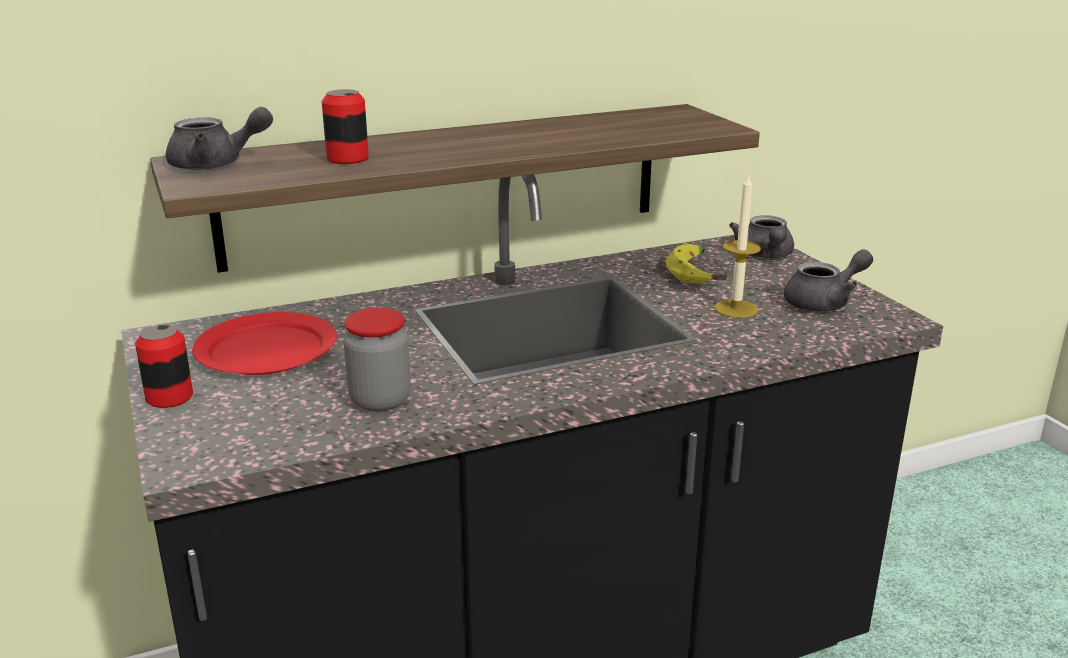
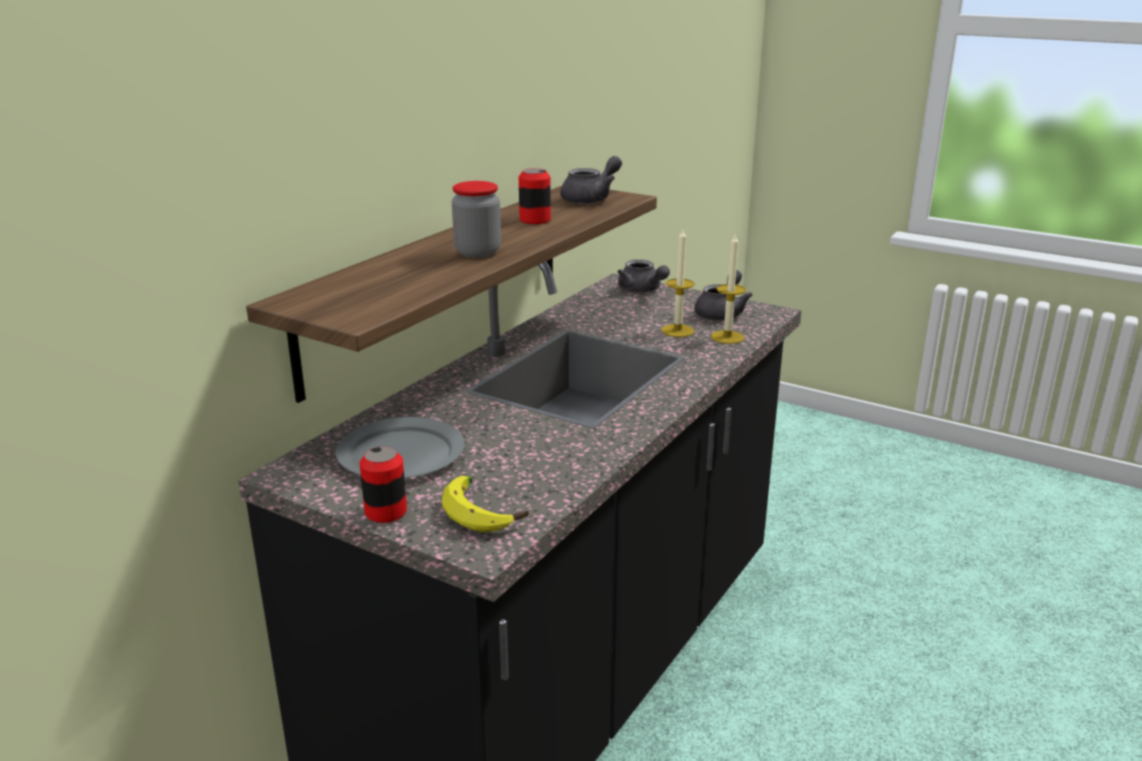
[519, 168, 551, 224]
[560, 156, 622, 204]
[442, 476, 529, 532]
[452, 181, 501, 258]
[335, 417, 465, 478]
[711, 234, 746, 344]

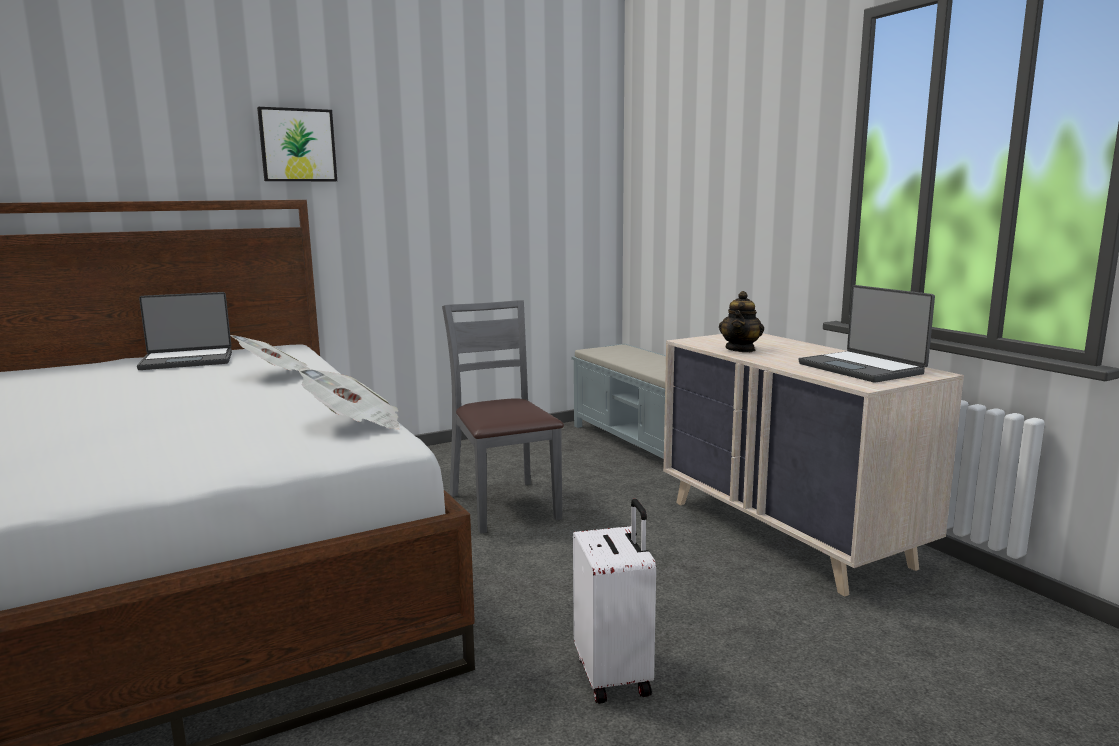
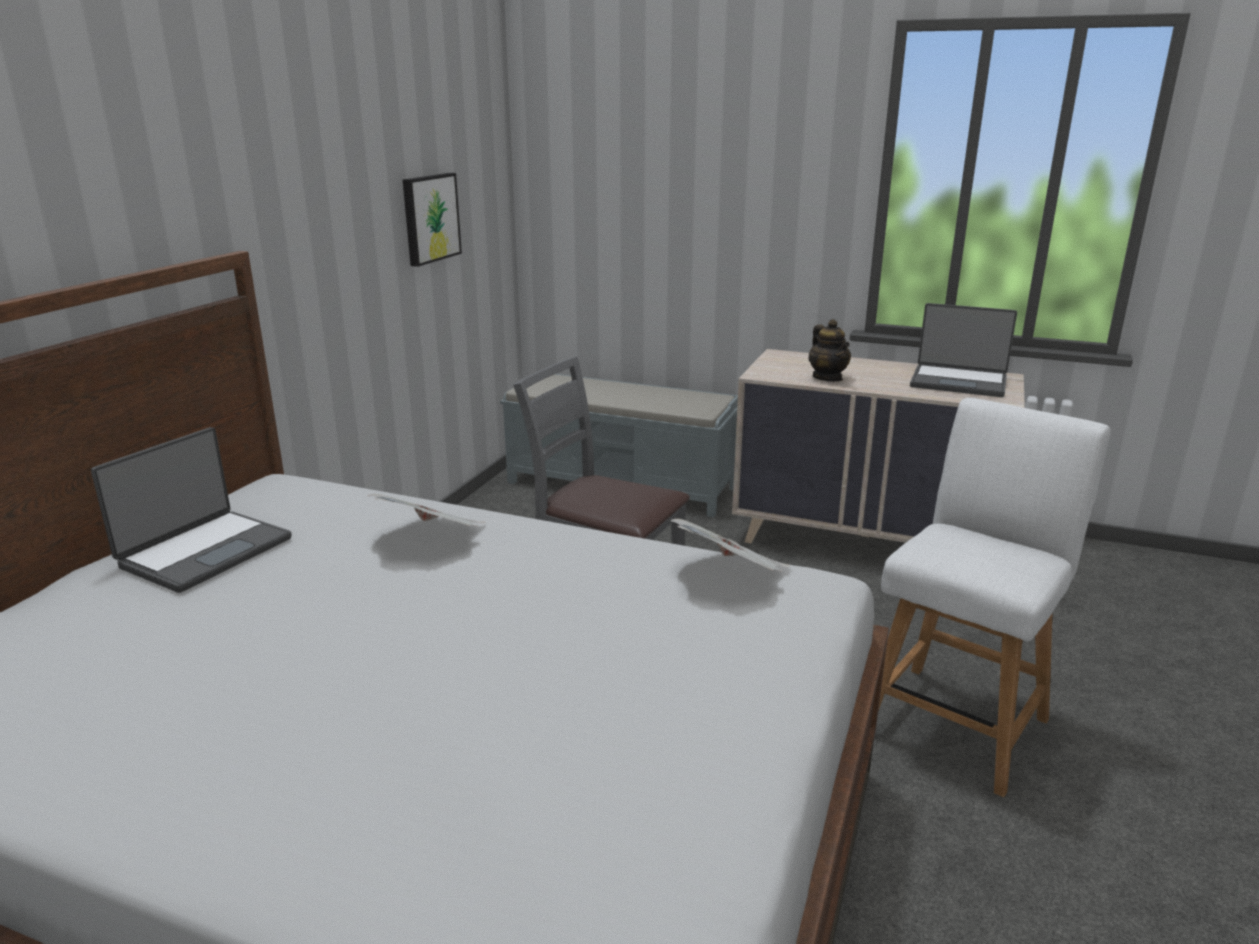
[403, 173, 462, 267]
[878, 398, 1110, 797]

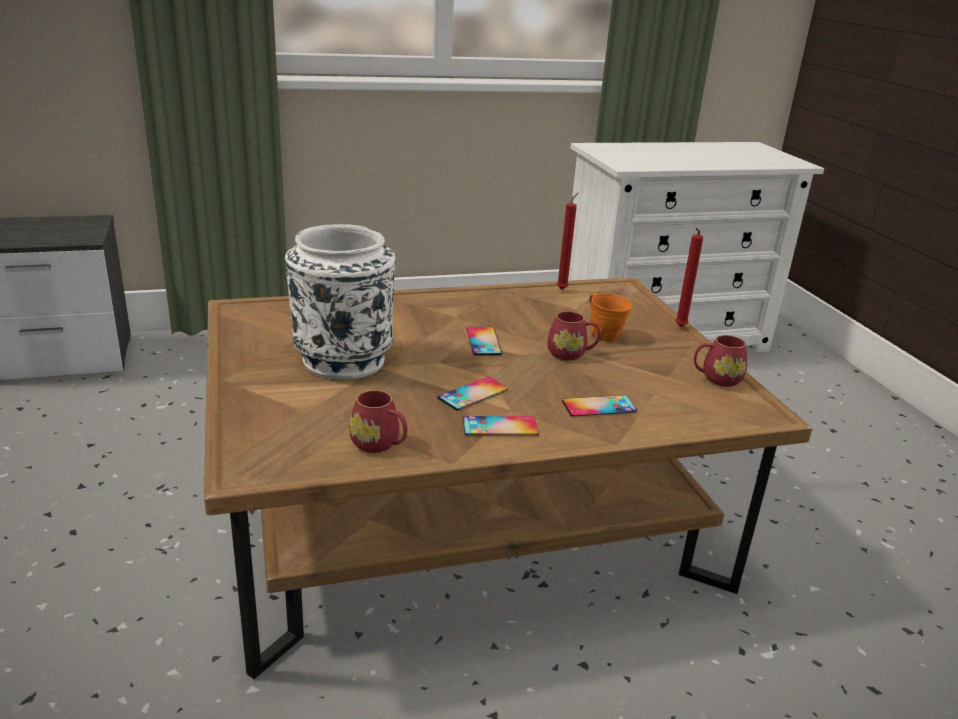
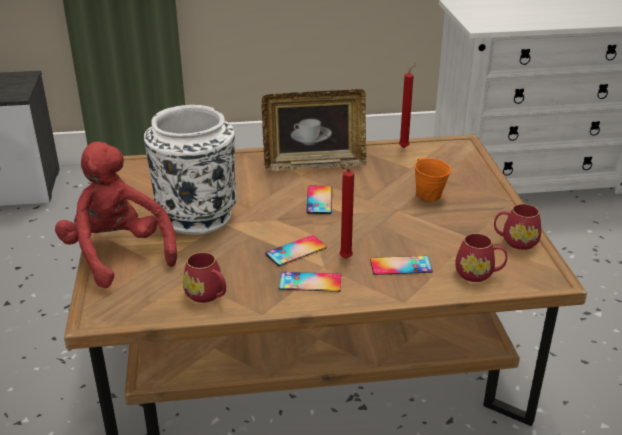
[340, 167, 354, 258]
[455, 233, 507, 282]
[261, 89, 367, 171]
[55, 141, 177, 288]

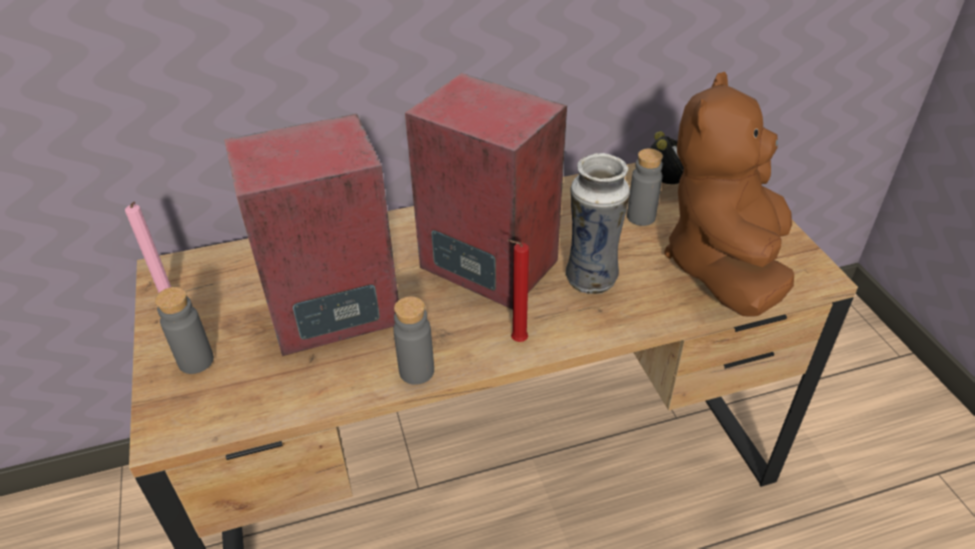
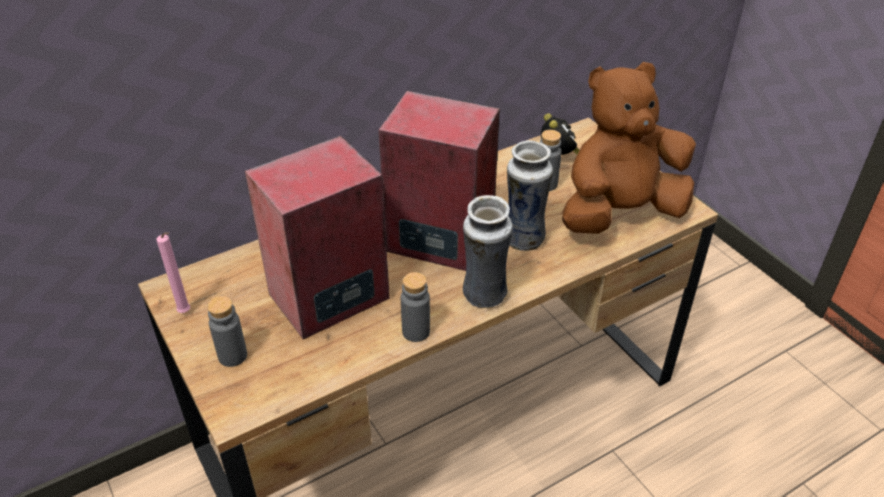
[562, 62, 696, 234]
[463, 195, 513, 308]

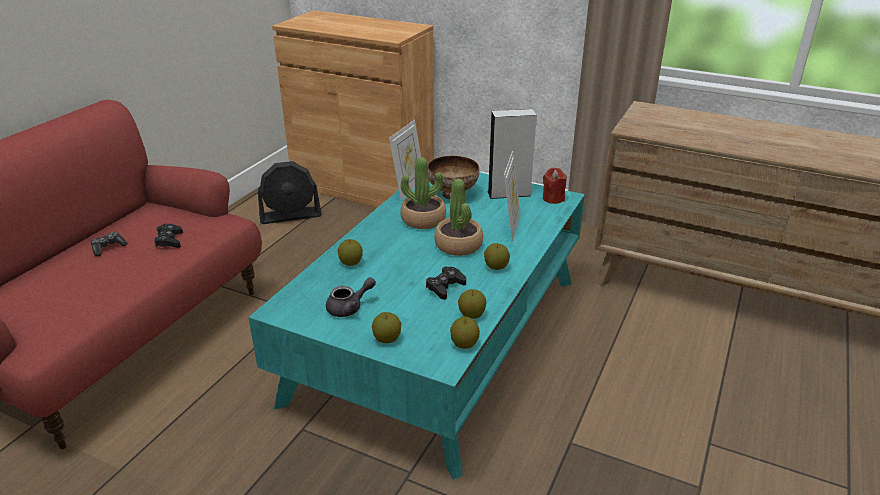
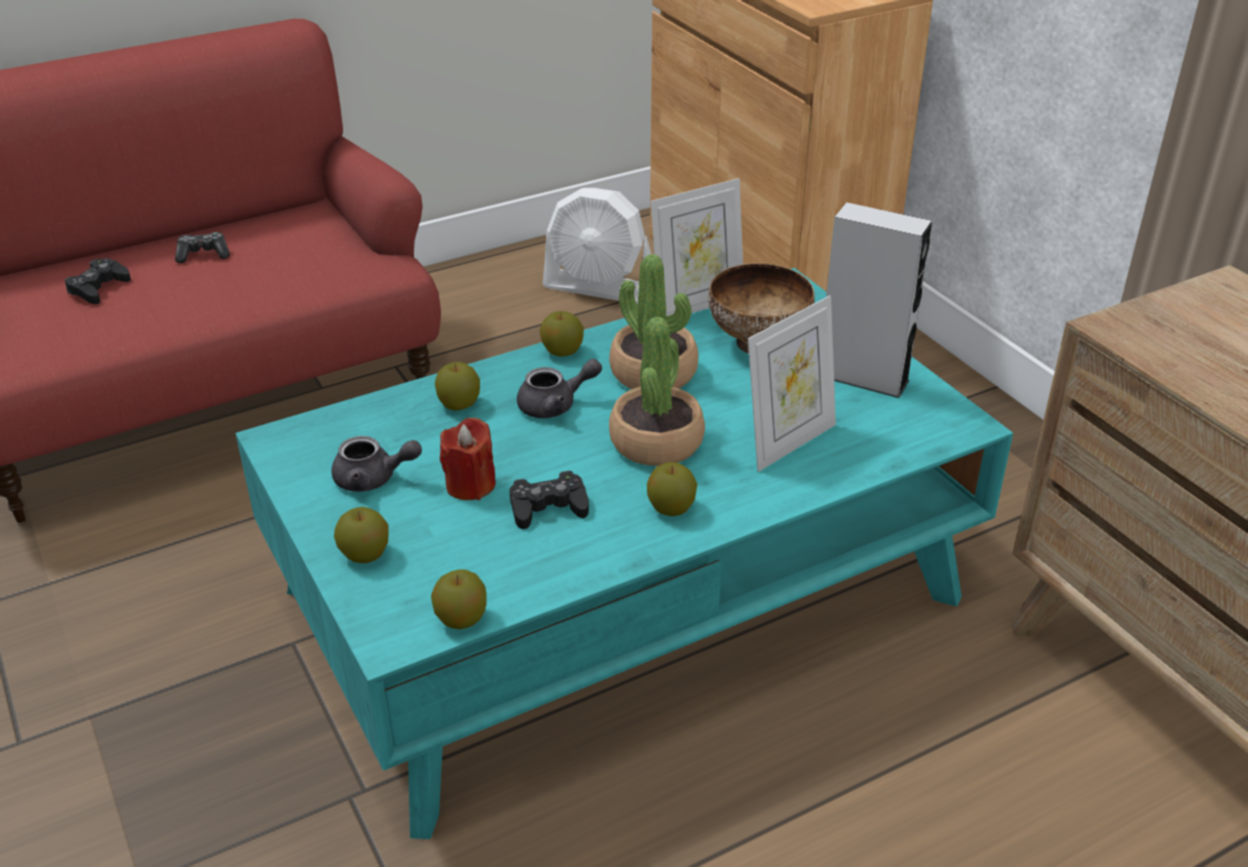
[542, 188, 651, 304]
[440, 418, 496, 500]
[65, 258, 131, 304]
[539, 311, 584, 357]
[517, 359, 602, 418]

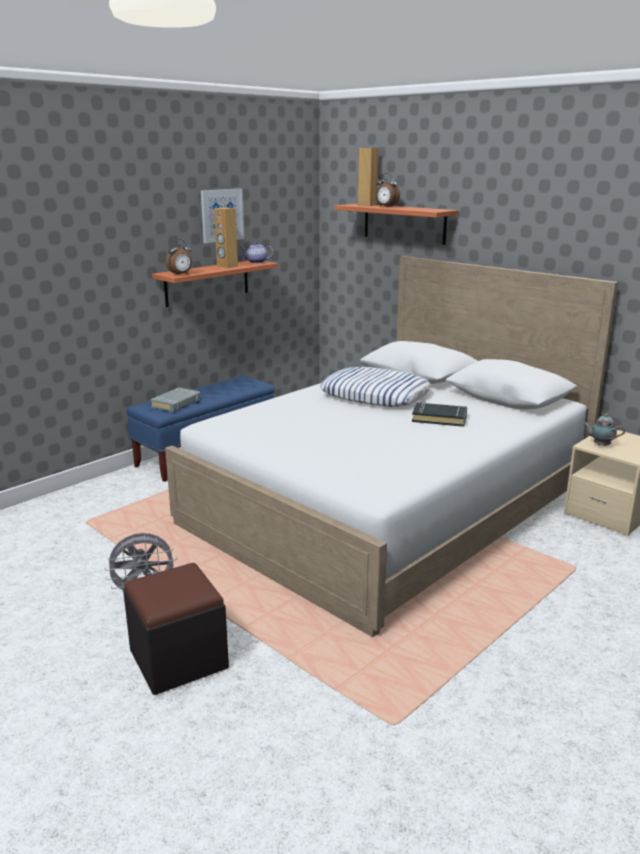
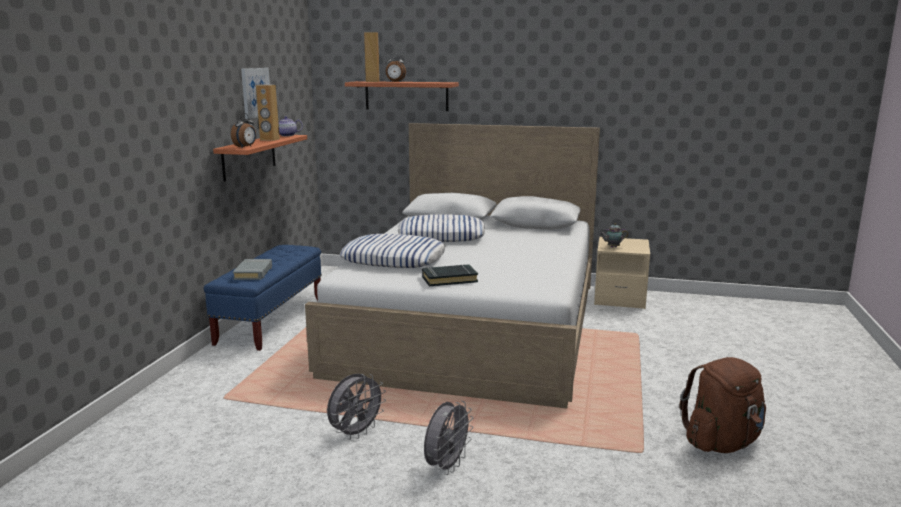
[422, 264, 478, 286]
[424, 401, 474, 475]
[340, 234, 445, 268]
[679, 357, 766, 453]

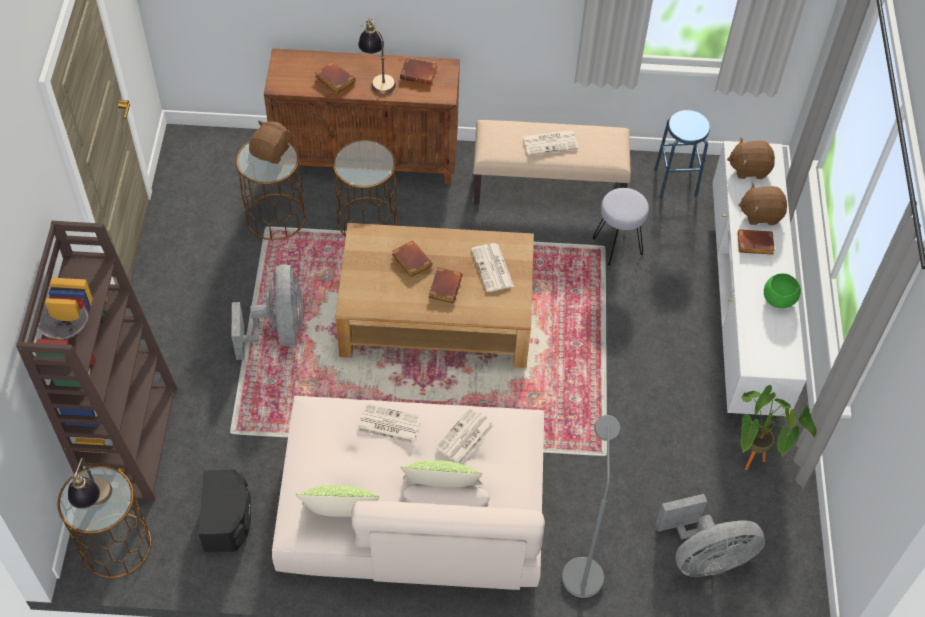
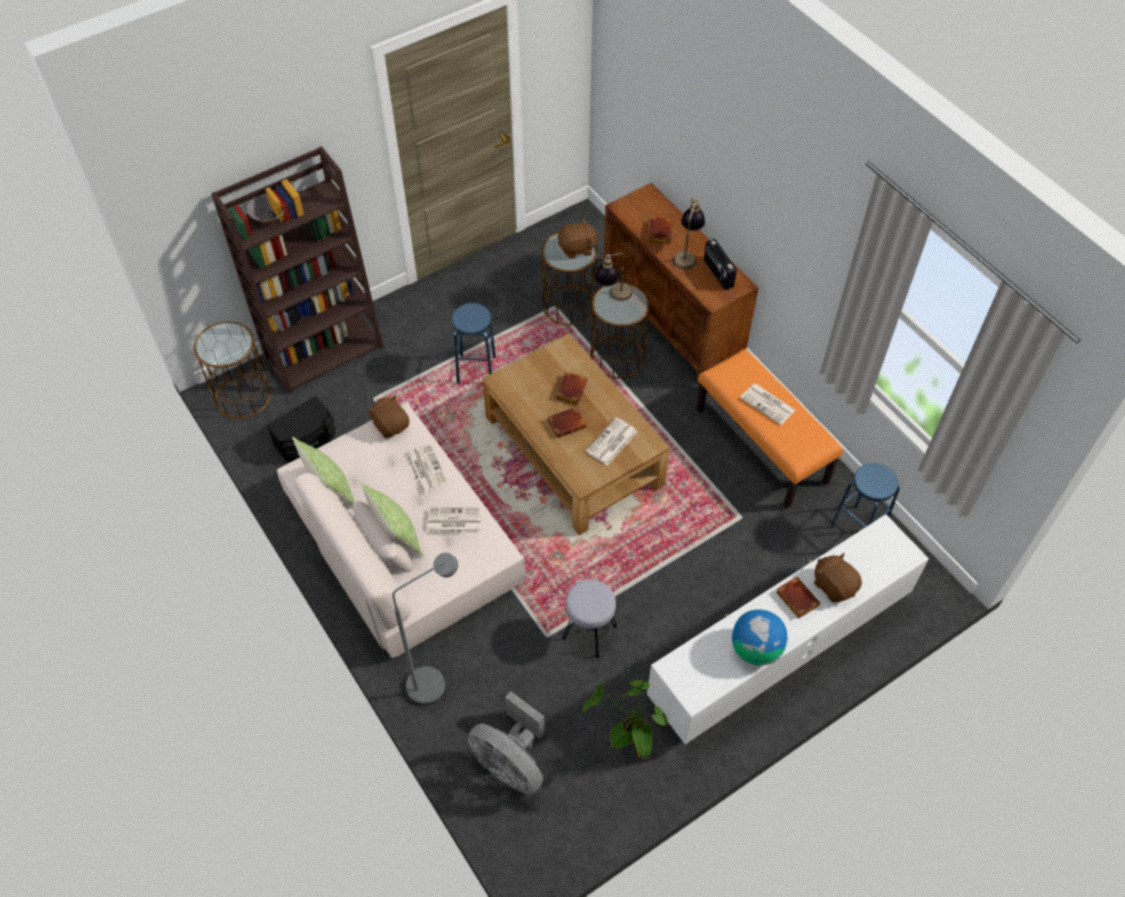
[704, 239, 737, 290]
[696, 349, 843, 508]
[367, 395, 409, 439]
[562, 580, 617, 657]
[452, 303, 496, 383]
[732, 609, 787, 666]
[595, 253, 632, 301]

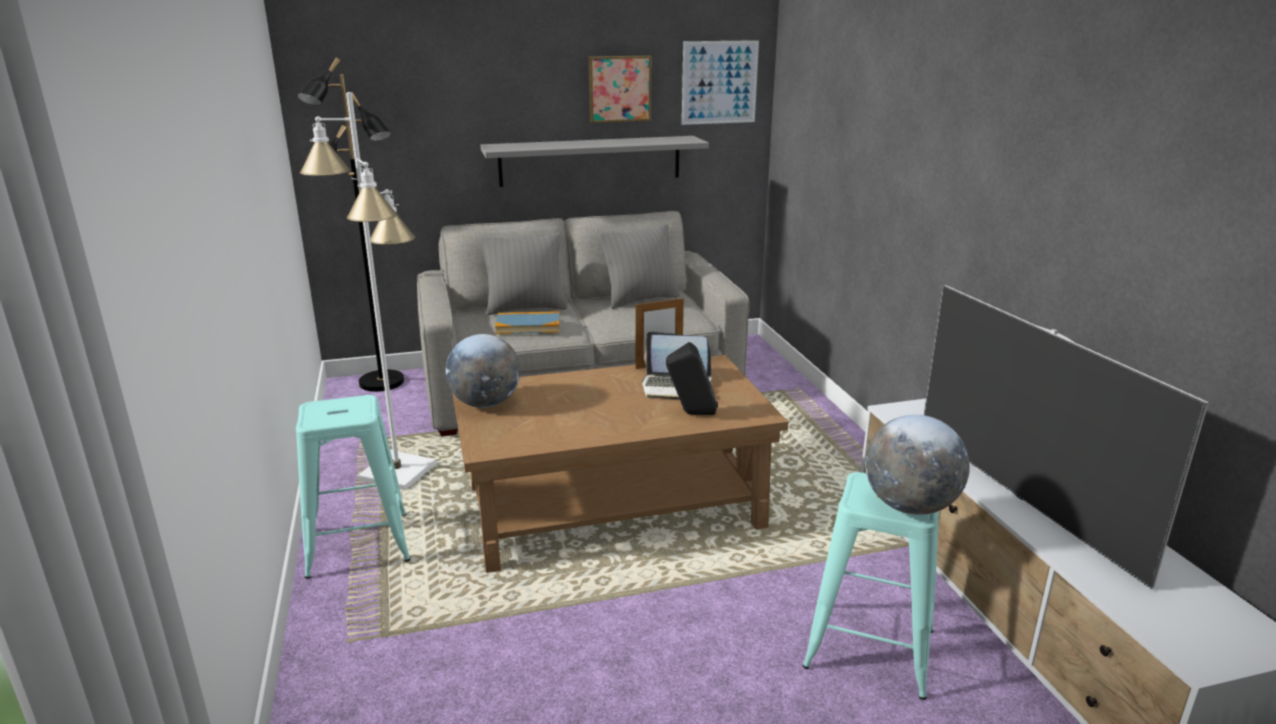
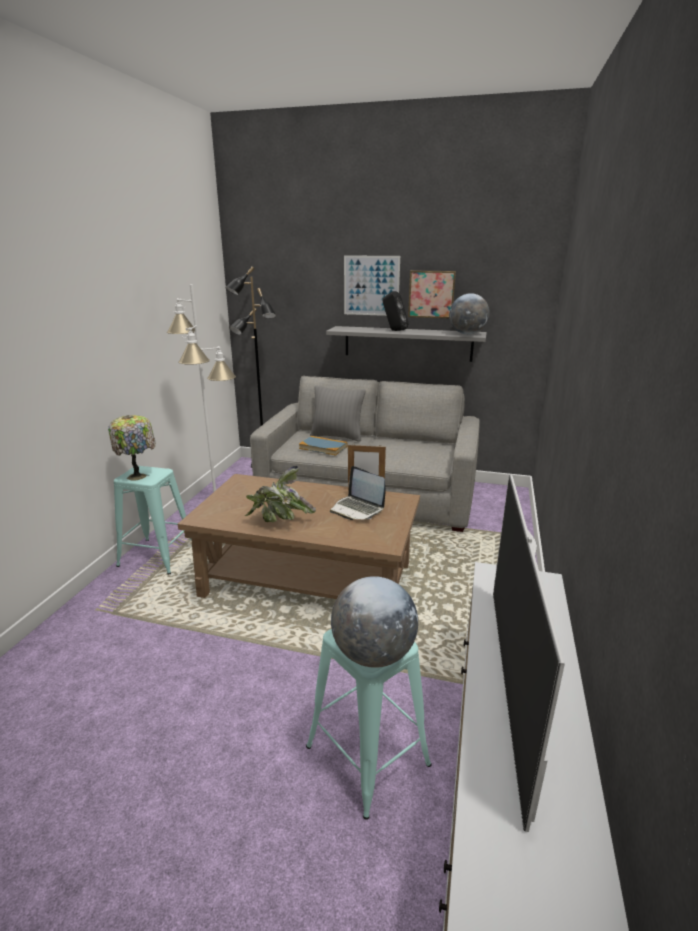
[344, 255, 400, 316]
[600, 224, 680, 309] (first image)
[449, 293, 490, 335]
[383, 291, 409, 331]
[108, 415, 155, 481]
[245, 466, 316, 522]

